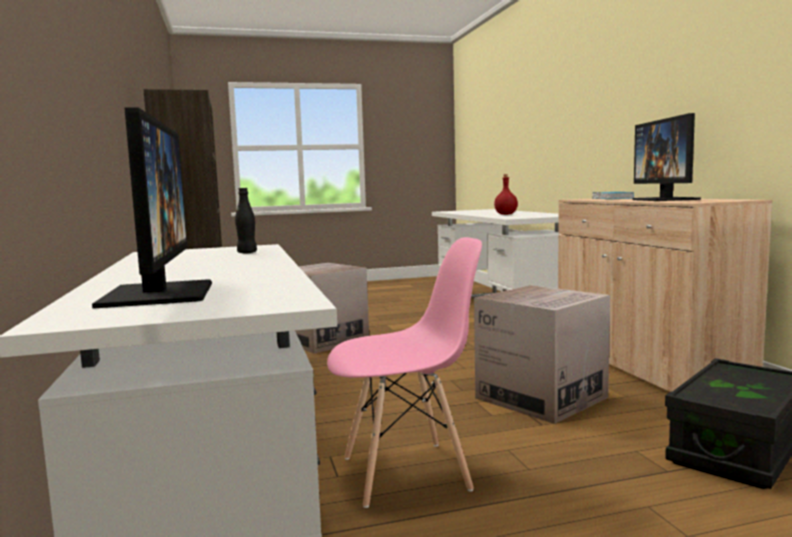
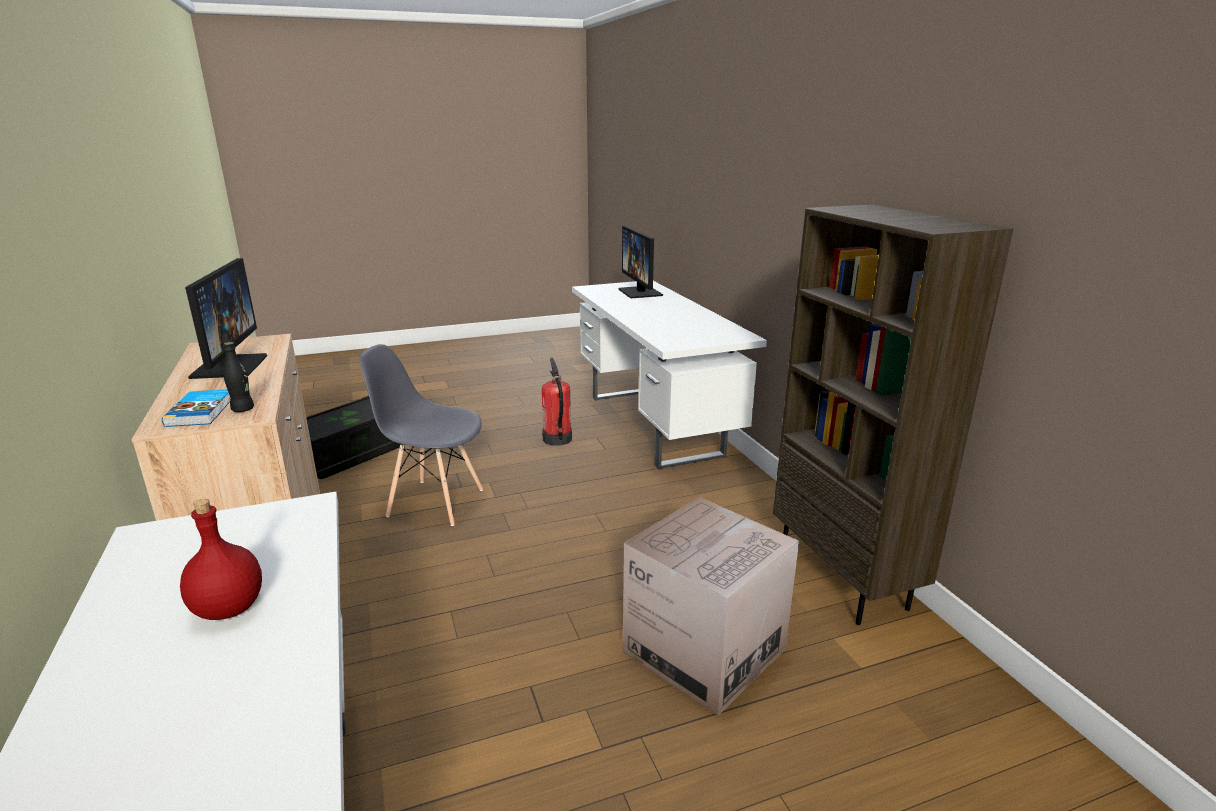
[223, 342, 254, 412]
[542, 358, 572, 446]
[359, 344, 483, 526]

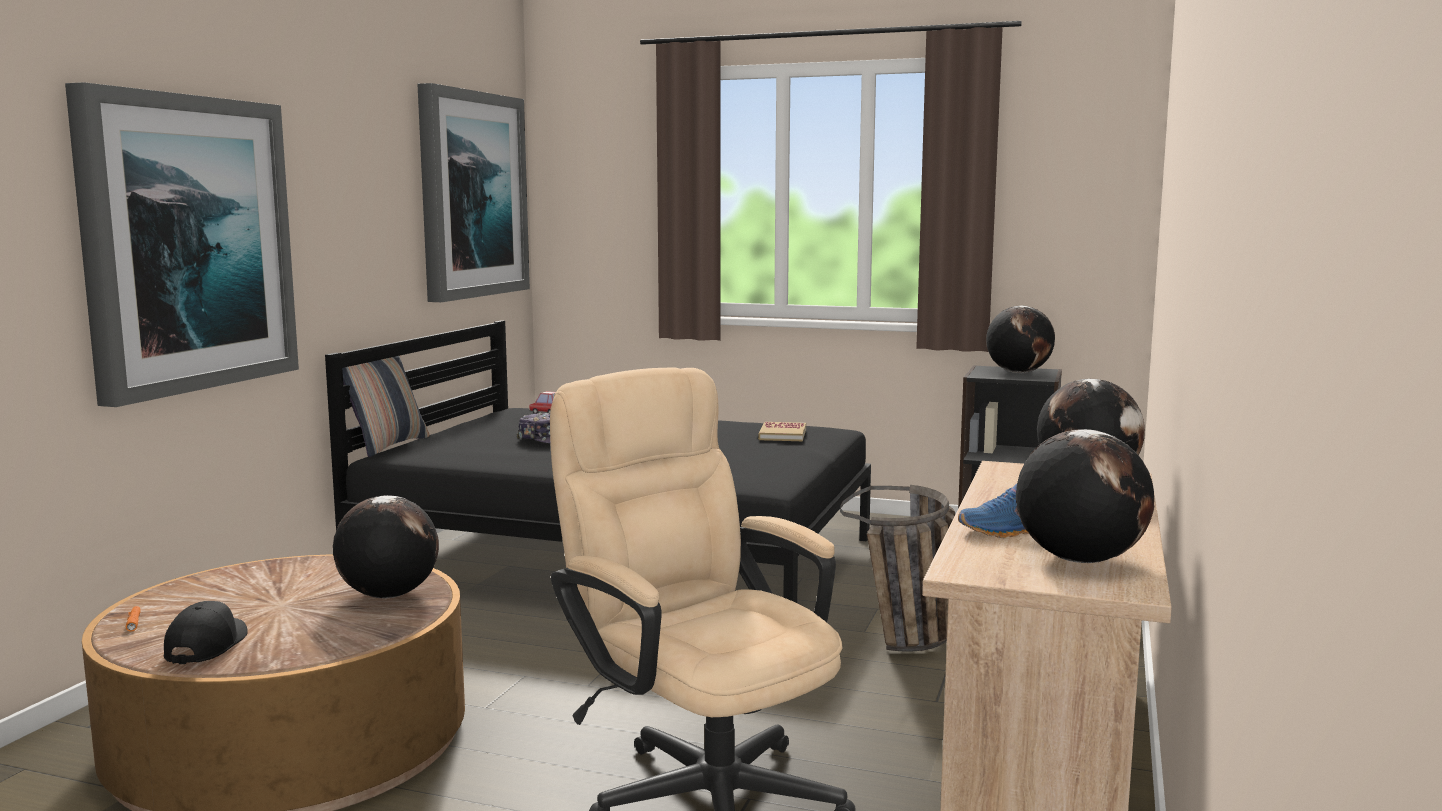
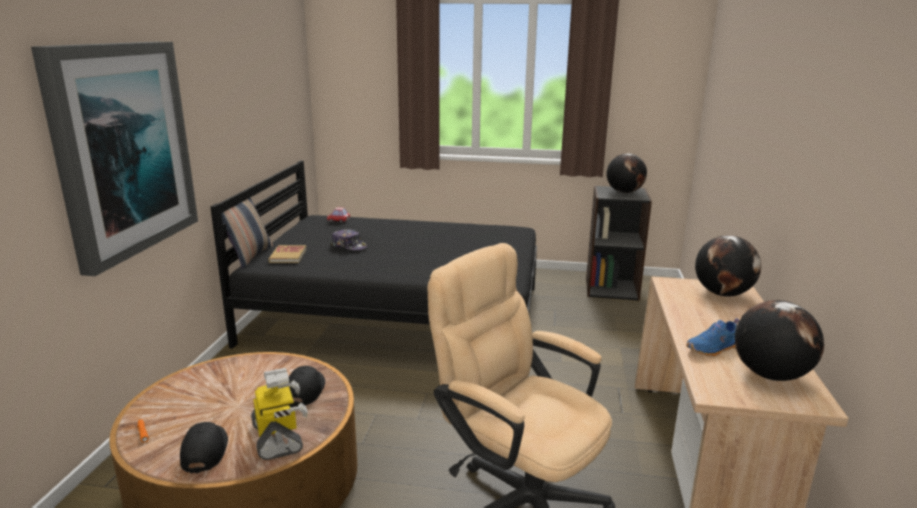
[418, 83, 530, 302] (first image)
[269, 245, 306, 263]
[840, 485, 955, 652] (first image)
[289, 366, 325, 407]
[251, 368, 308, 460]

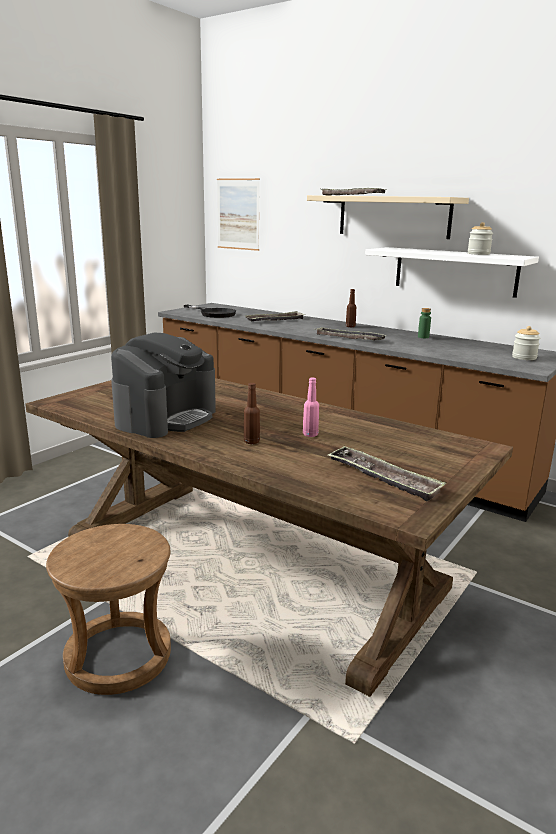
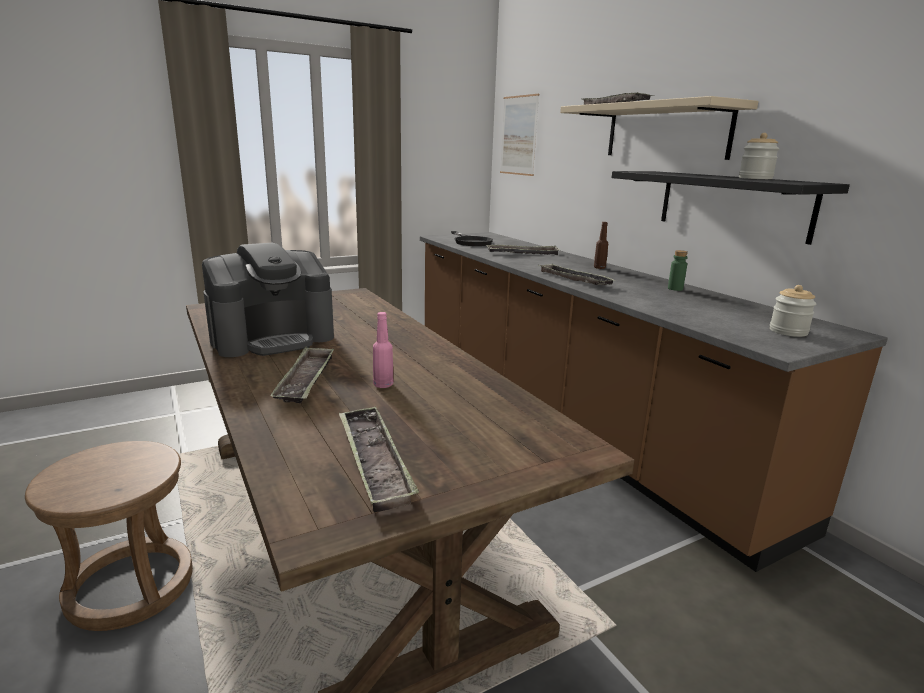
[612, 171, 850, 245]
[270, 347, 334, 403]

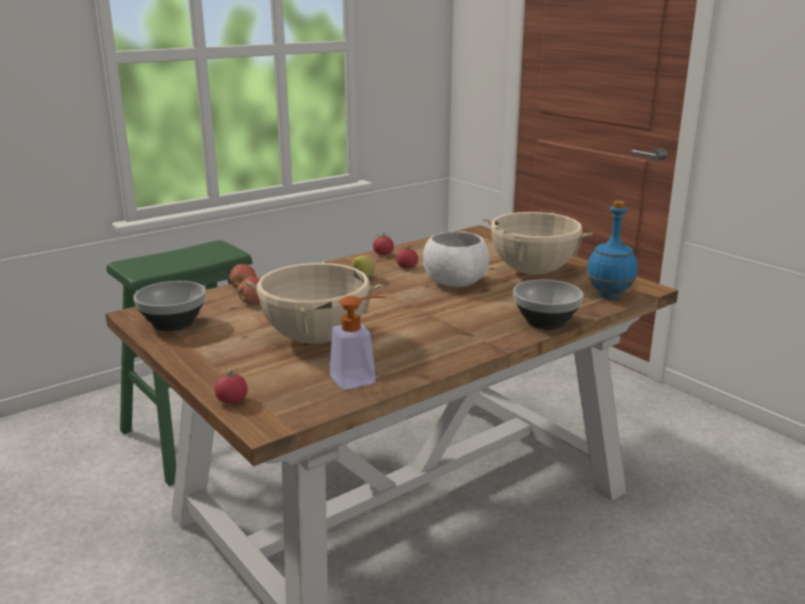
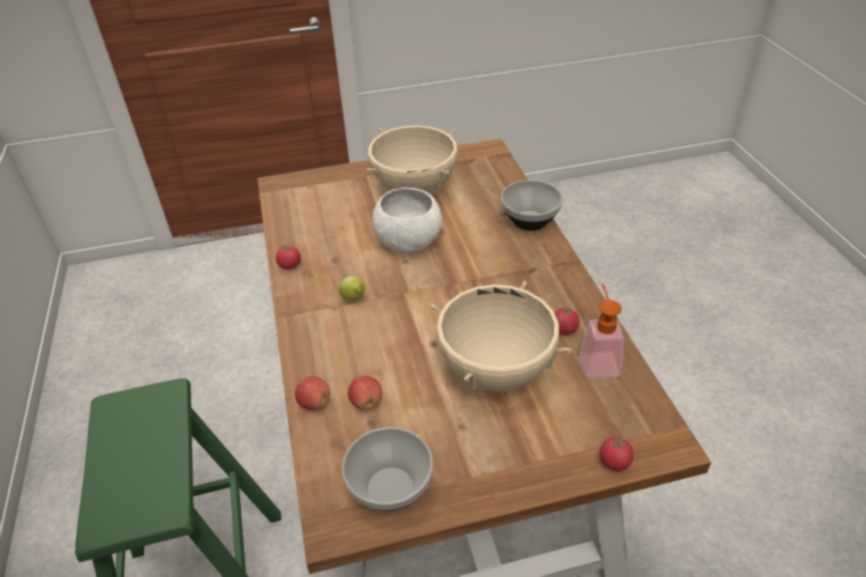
[586, 201, 637, 299] (first image)
[555, 304, 580, 335]

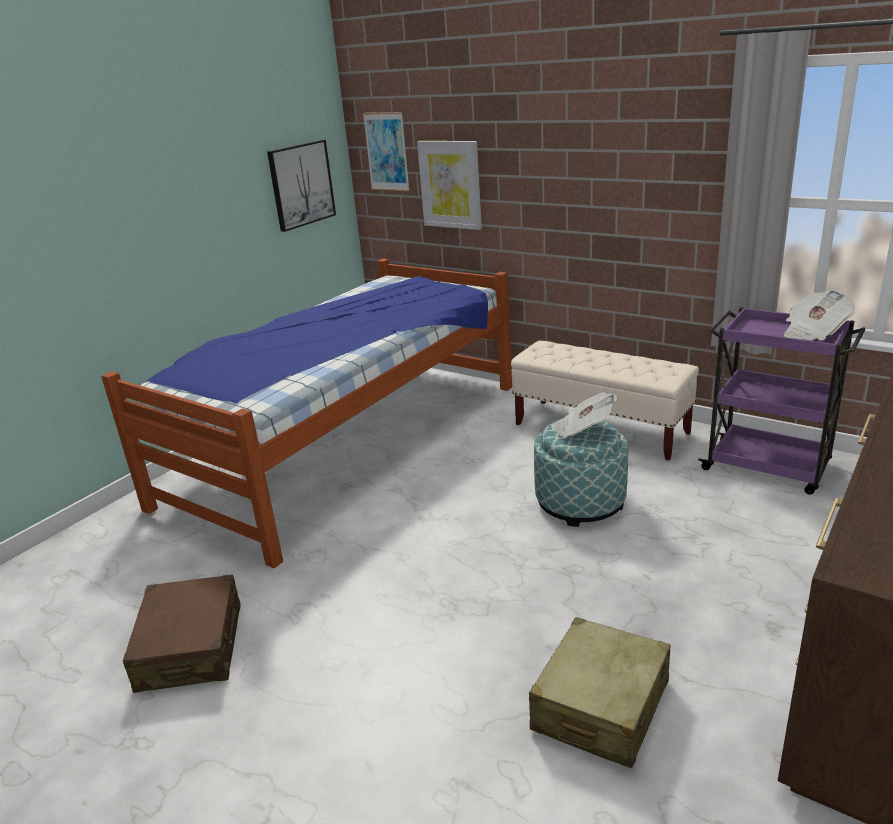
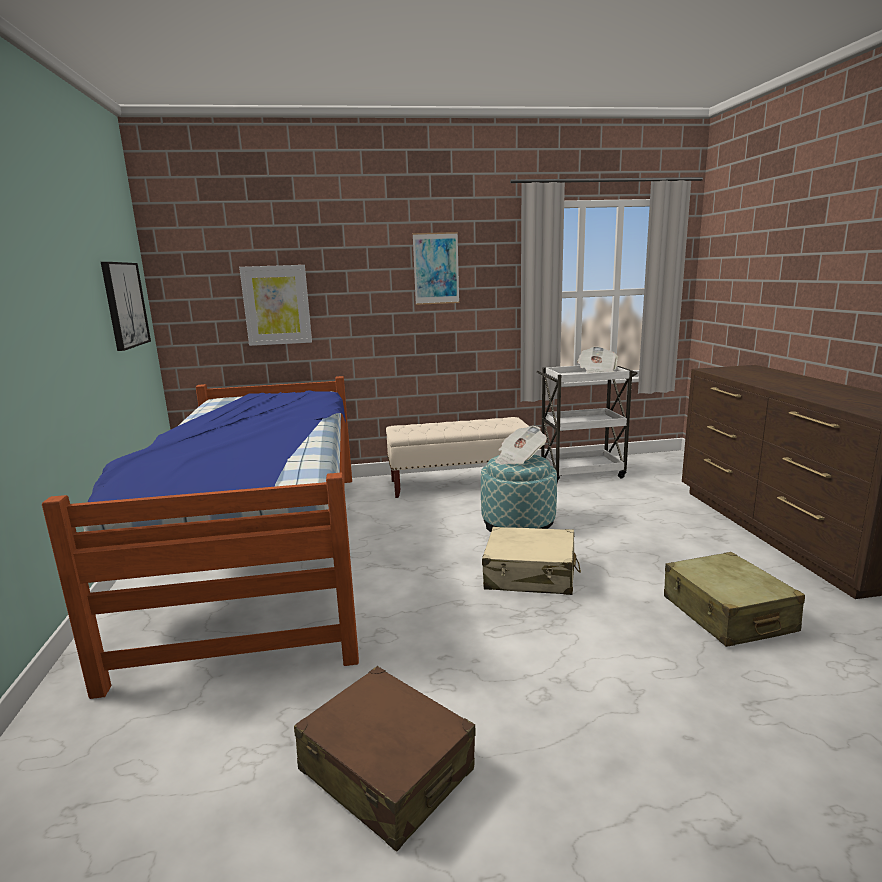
[413, 232, 459, 305]
[537, 365, 638, 483]
[482, 527, 581, 595]

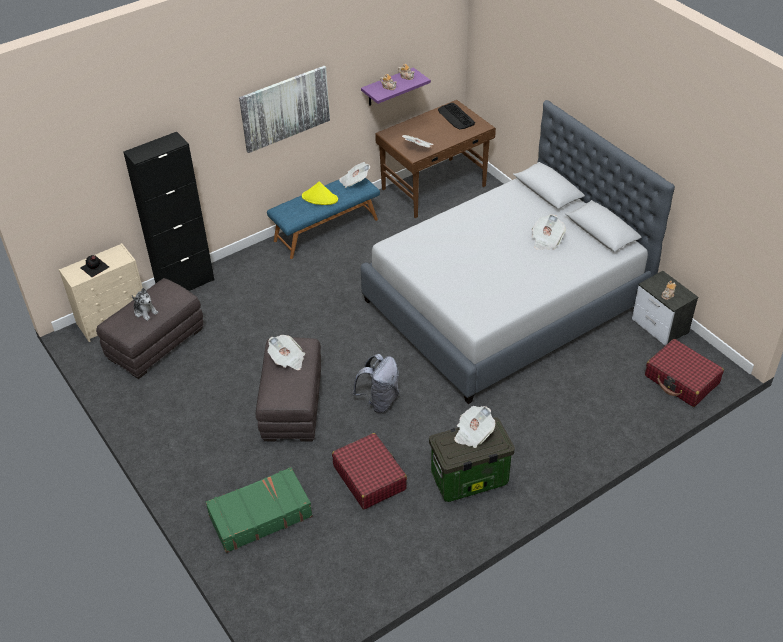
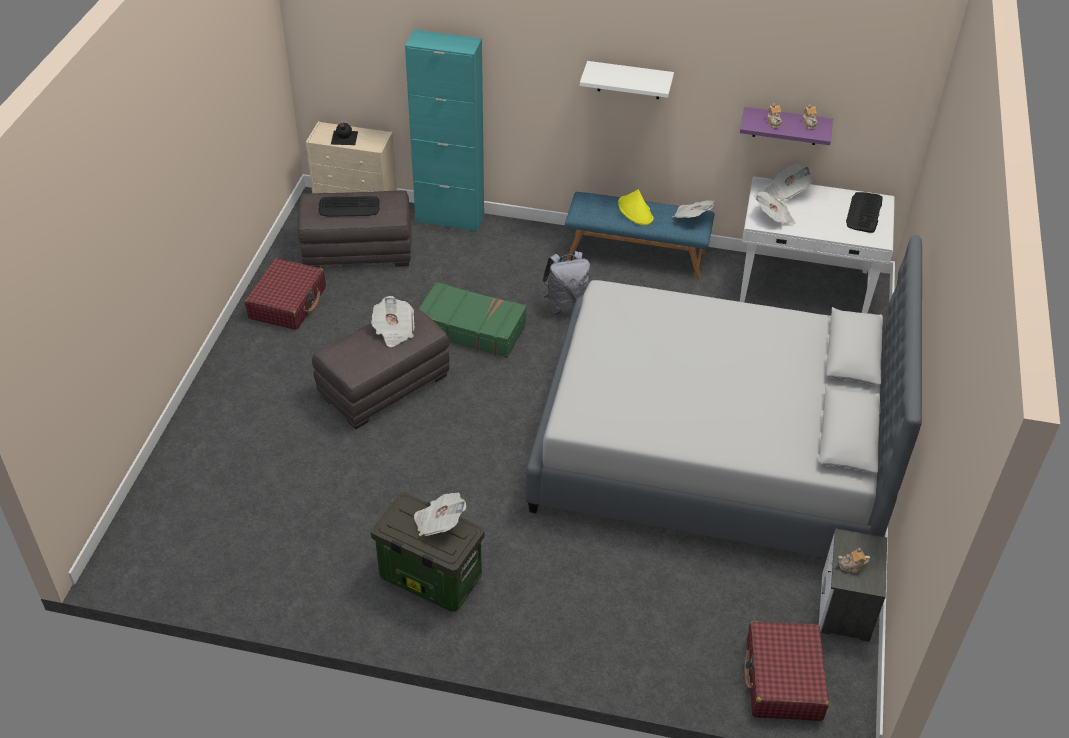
[580, 61, 674, 99]
[740, 176, 895, 313]
[405, 30, 484, 232]
[765, 164, 812, 202]
[318, 196, 380, 217]
[542, 251, 590, 315]
[245, 258, 326, 330]
[419, 282, 527, 358]

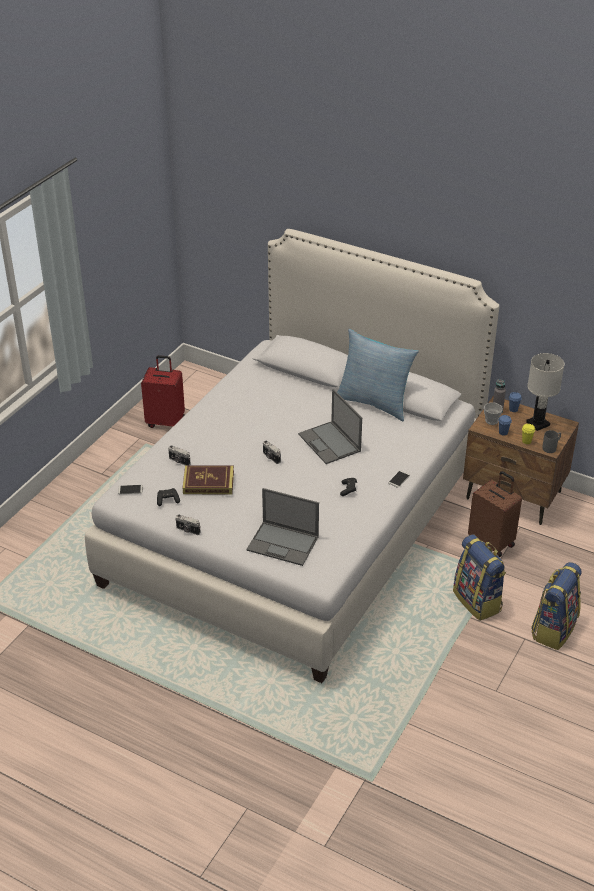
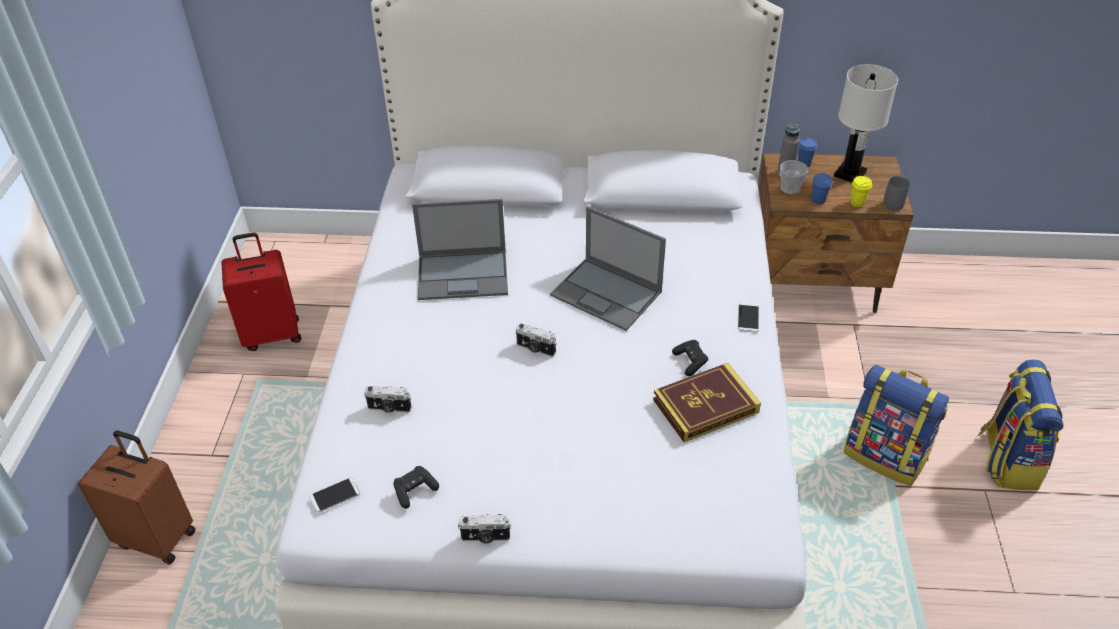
[337, 329, 419, 421] (first image)
[653, 363, 761, 442]
[78, 431, 196, 564]
[412, 199, 508, 300]

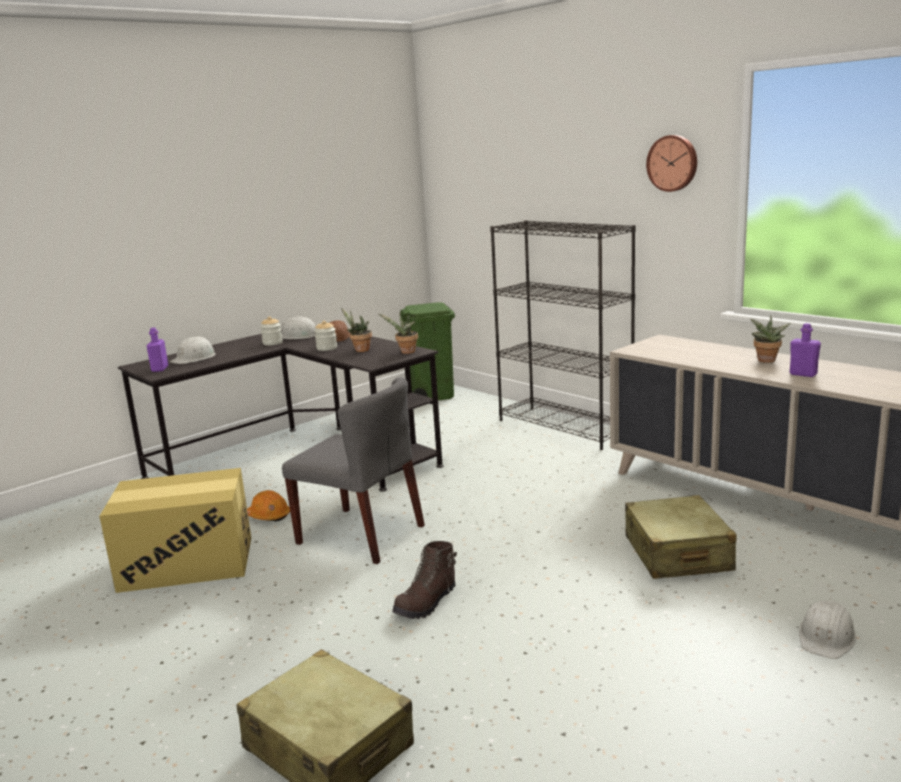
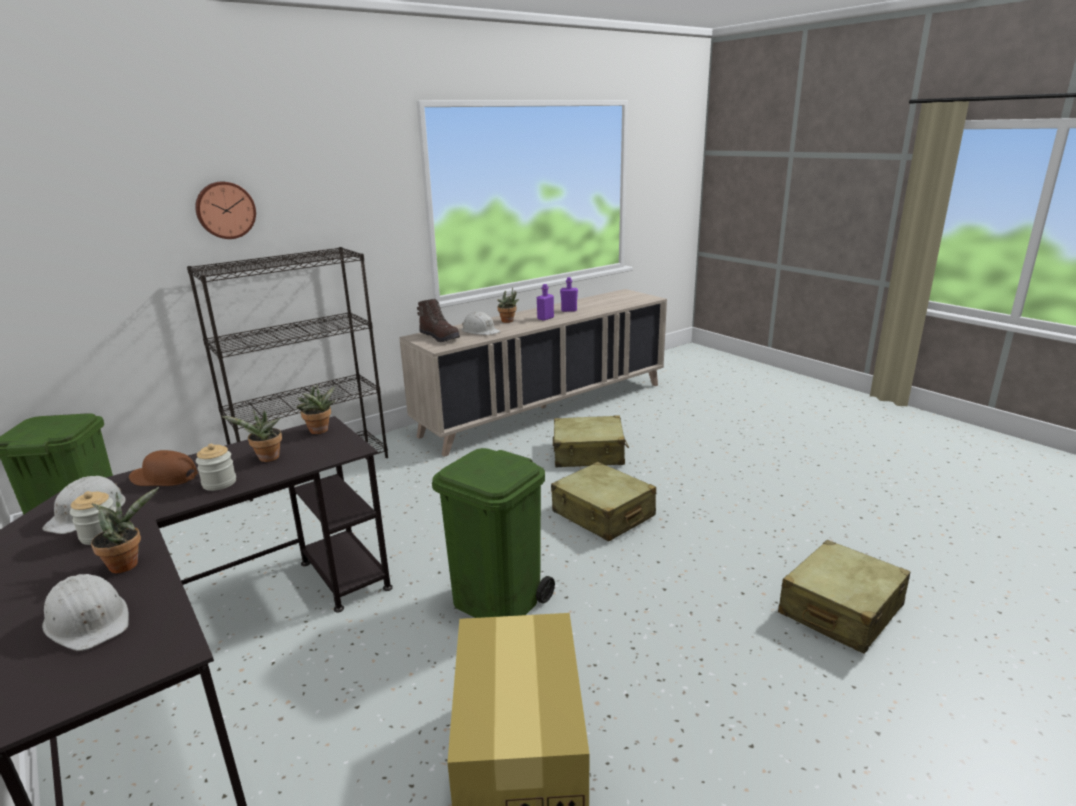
[195, 182, 256, 239]
[560, 277, 578, 312]
[432, 448, 555, 618]
[247, 490, 290, 522] (first image)
[417, 299, 460, 342]
[462, 312, 501, 335]
[551, 462, 656, 542]
[91, 487, 159, 573]

